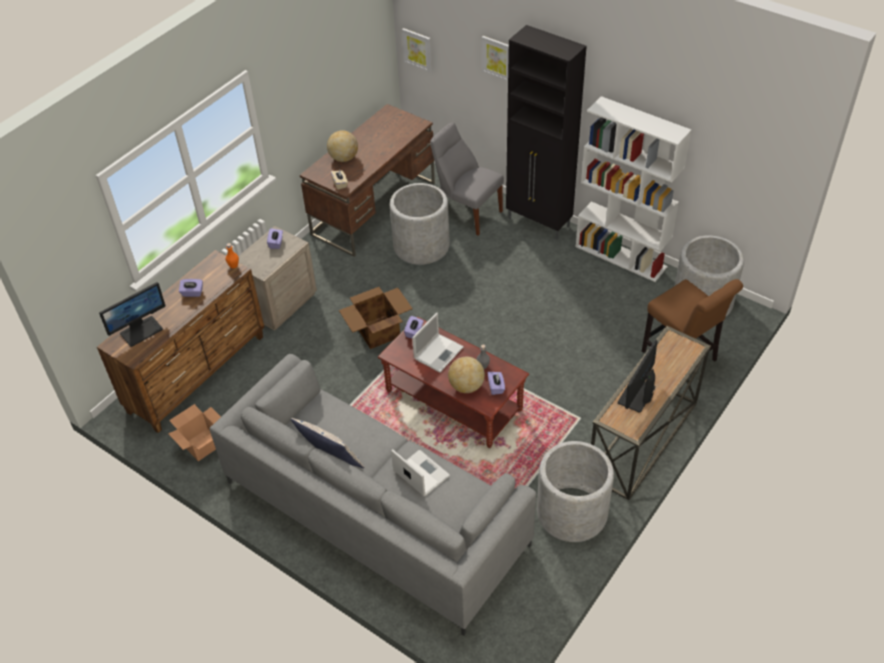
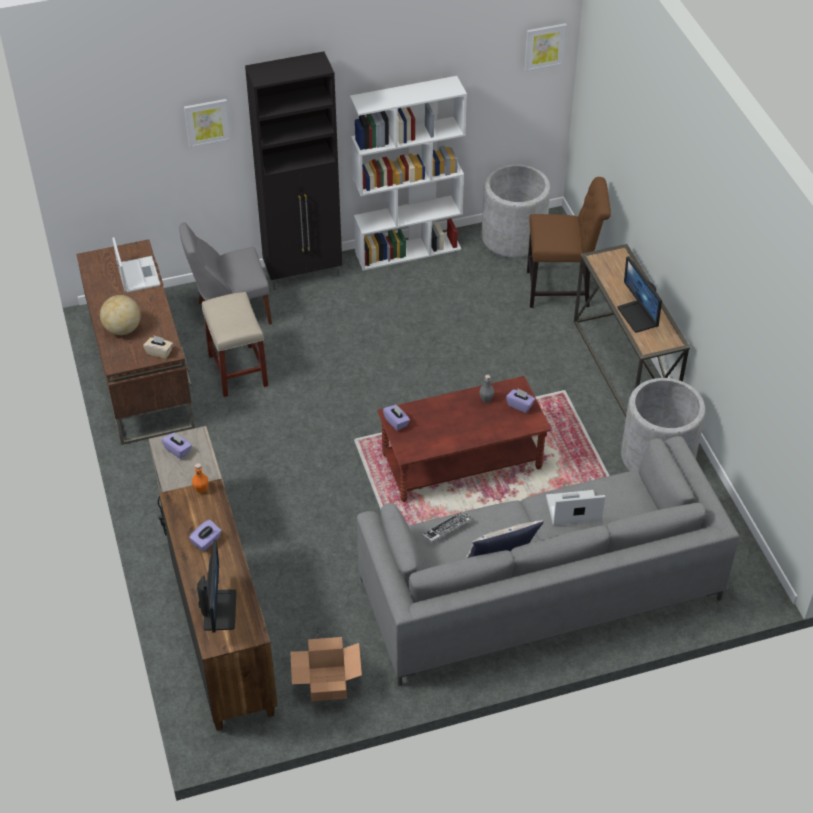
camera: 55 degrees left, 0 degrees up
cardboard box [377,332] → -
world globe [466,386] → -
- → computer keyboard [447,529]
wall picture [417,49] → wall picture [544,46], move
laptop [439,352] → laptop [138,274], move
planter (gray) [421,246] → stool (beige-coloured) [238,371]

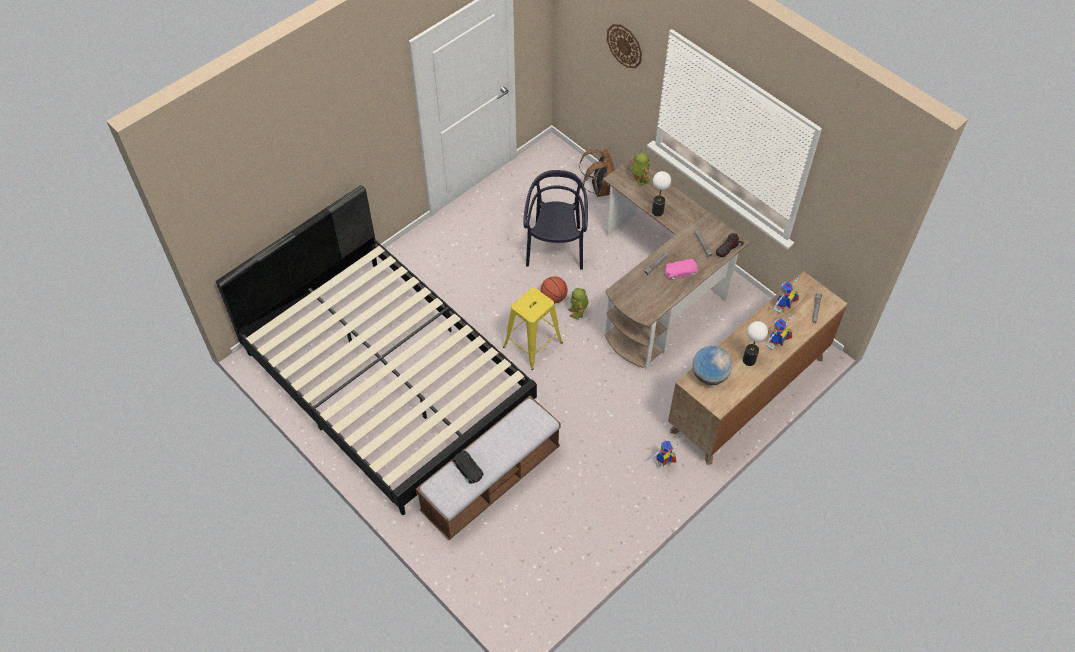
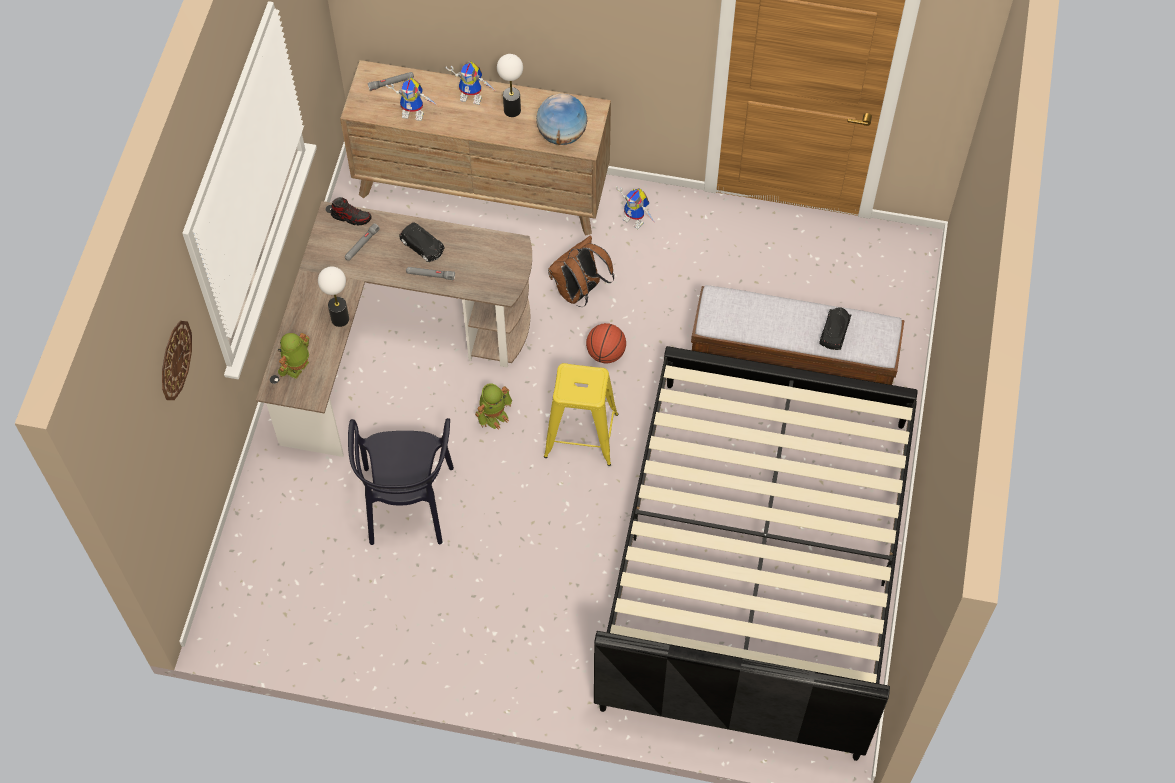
camera: 125 degrees left, 5 degrees up
basketball ball [554,297] → basketball ball [605,353], move
rucksack (brown-coloured) [599,188] → rucksack (brown-coloured) [579,292], move
model car (pink) [680,271] → model car (black) [422,246]
upright chair (black) [556,247] → upright chair (black) [407,503], 60 degrees counterclockwise

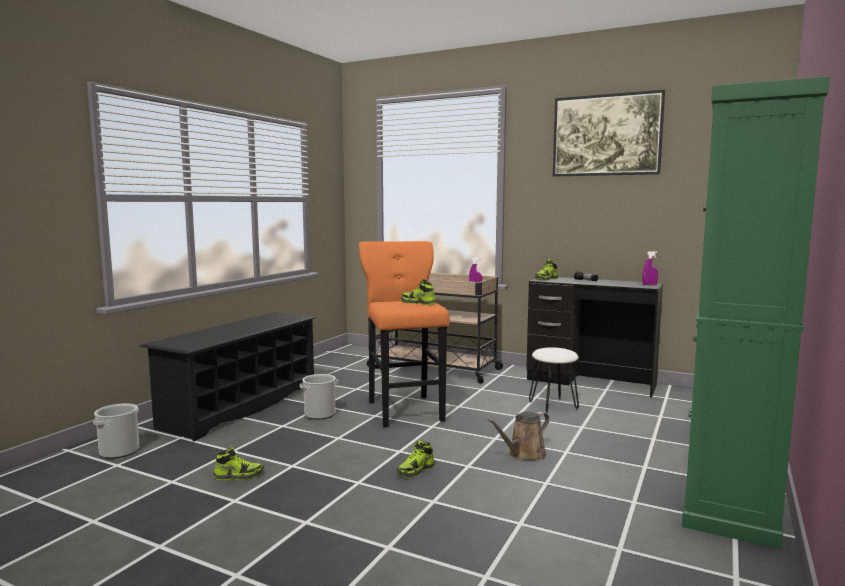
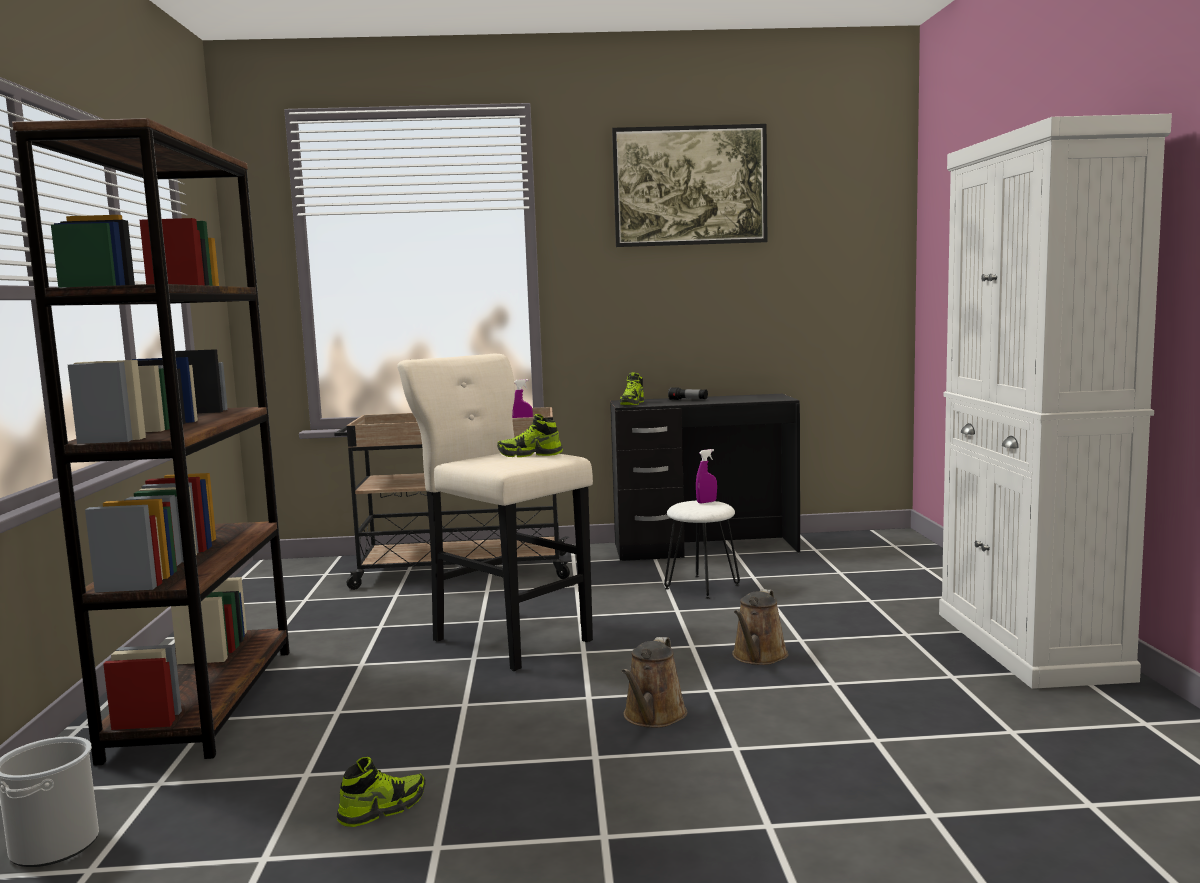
camera: 30 degrees left, 0 degrees up
water bucket [320,414] → -
spray bottle (purplish) [649,285] → spray bottle (purplish) [706,502], move
shoe stand (black) [241,406] → bookshelf (brown-coloured) [204,701]
low shoe [416,471] → watering can (brown-coloured) [653,717]
stool (orangey) [404,409] → stool (beige-coloured) [507,638]
cupboard (green-coloured) [729,498] → cupboard (white) [1029,645]

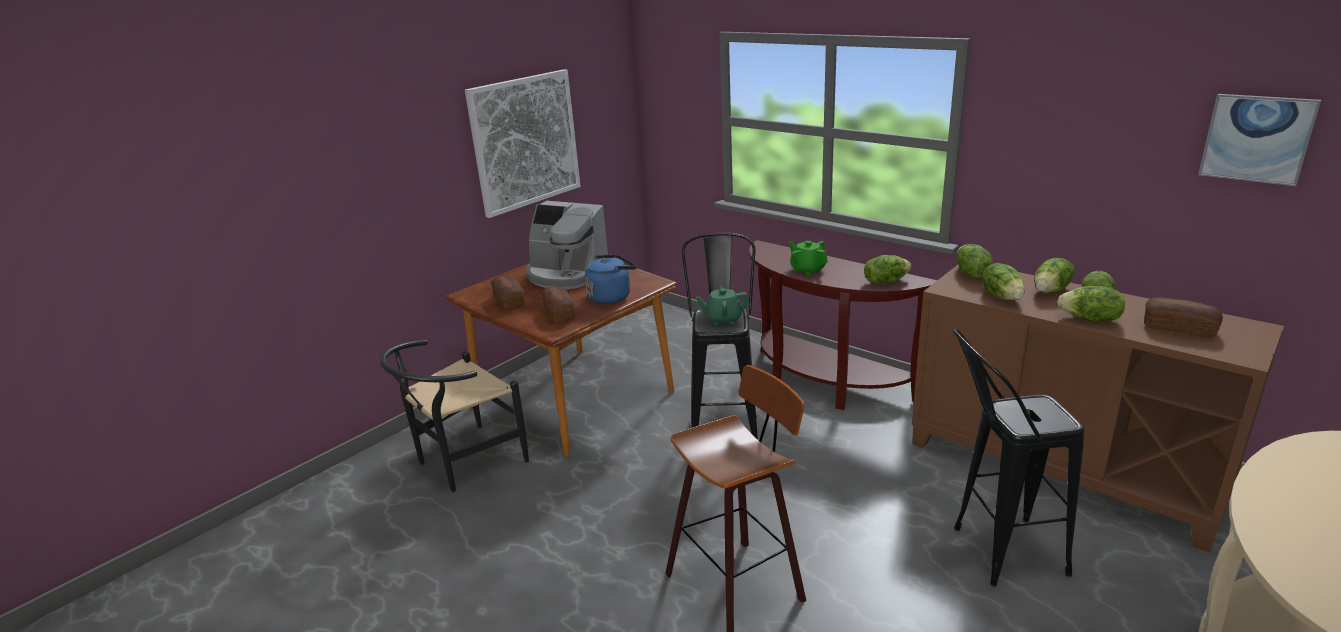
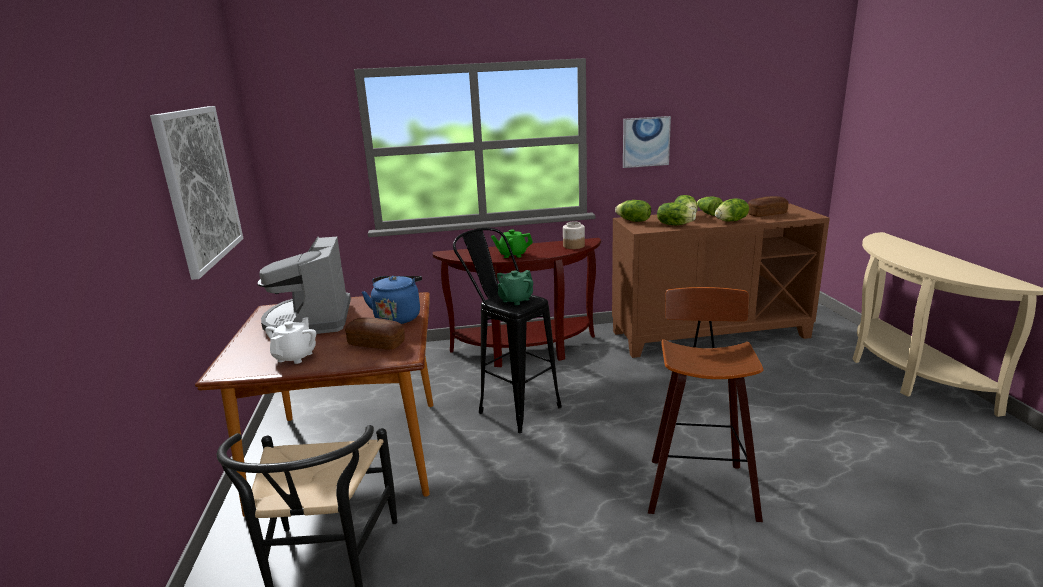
camera: 50 degrees left, 5 degrees down
stool (black) [993,553] → -
wall picture [1257,138] → wall picture [645,142], move
bread [509,300] → pot for tea (white) [295,356]
lettuce [885,281] → jar [573,246]
coffee maker [566,274] → coffee maker [310,320], 105 degrees clockwise

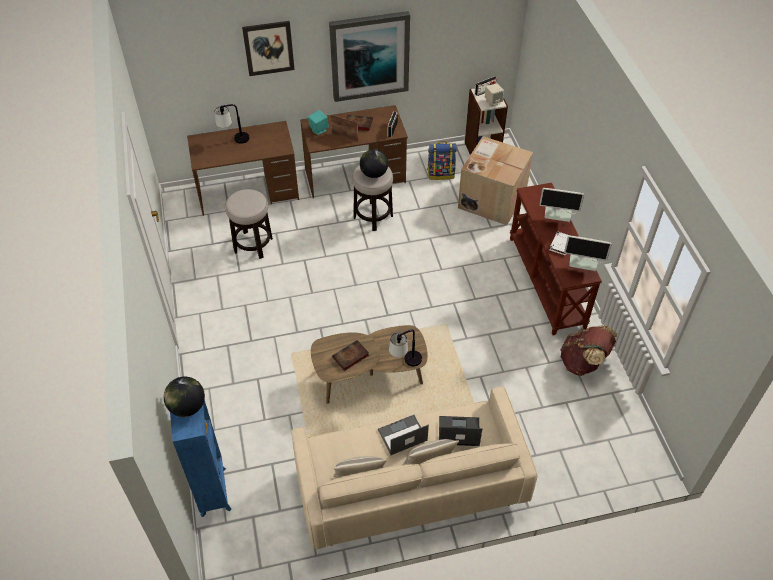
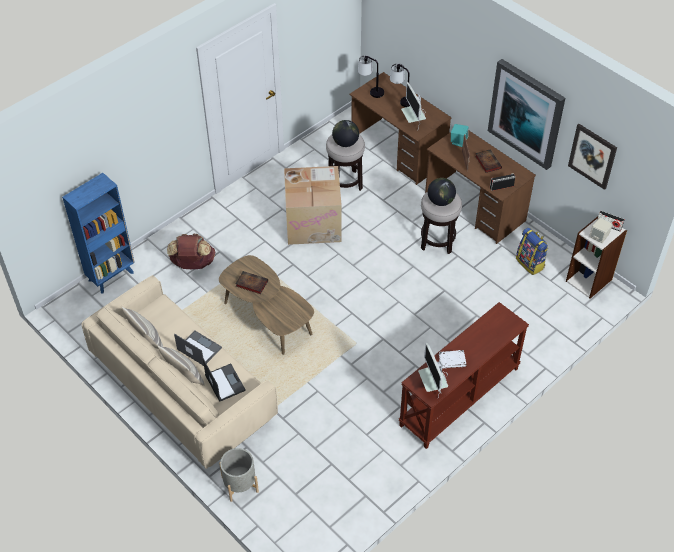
camera: 60 degrees right, 0 degrees up
- → planter (gray) [240,484]
world globe [187,407] → world globe [345,143], move
wall picture [268,48] → wall picture [592,156], move
lamp for a table [405,363] → lamp for a table [370,91], move
cardboard box [491,199] → cardboard box [314,222], move
computer screen [556,221] → computer screen [413,123], move
rucksack (brown-coloured) [583,363] → rucksack (brown-coloured) [193,264], move

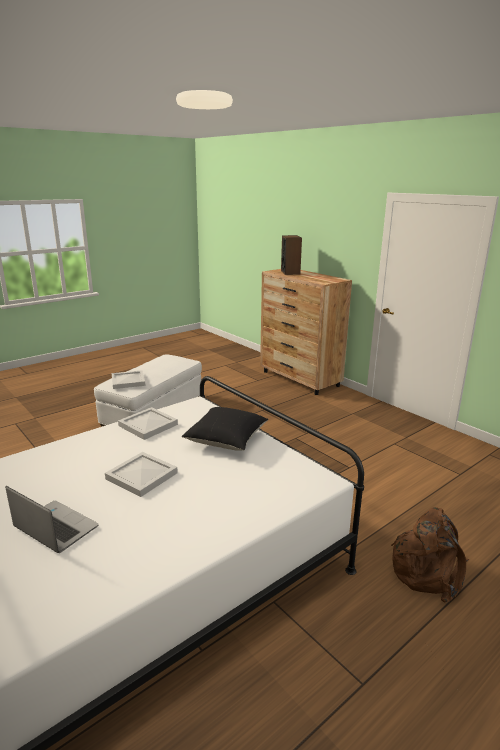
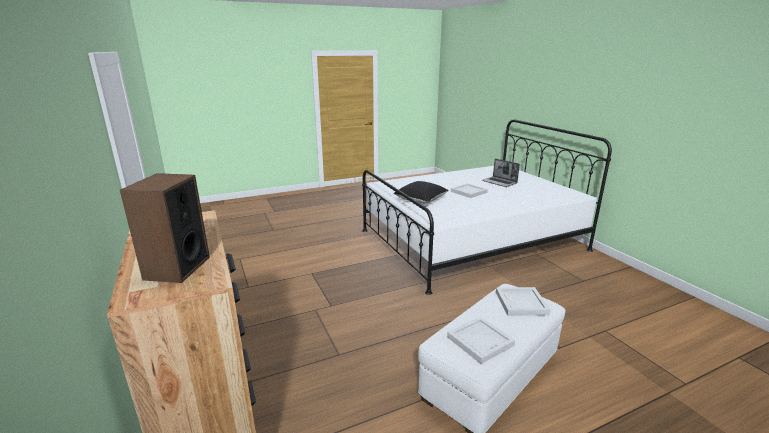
camera: 165 degrees left, 0 degrees up
rucksack (brown-coloured) [428,571] → -
tray (white) [148,424] → tray (white) [480,342], move

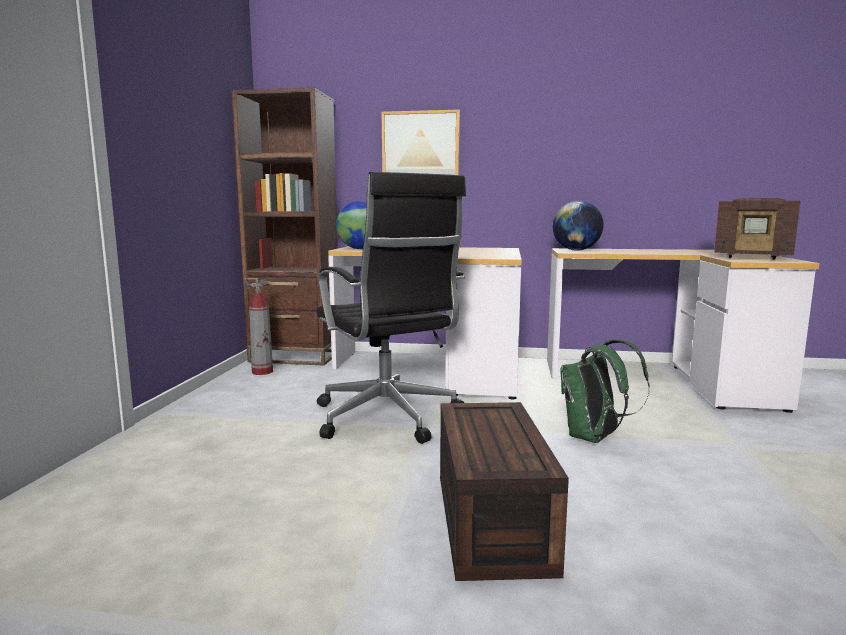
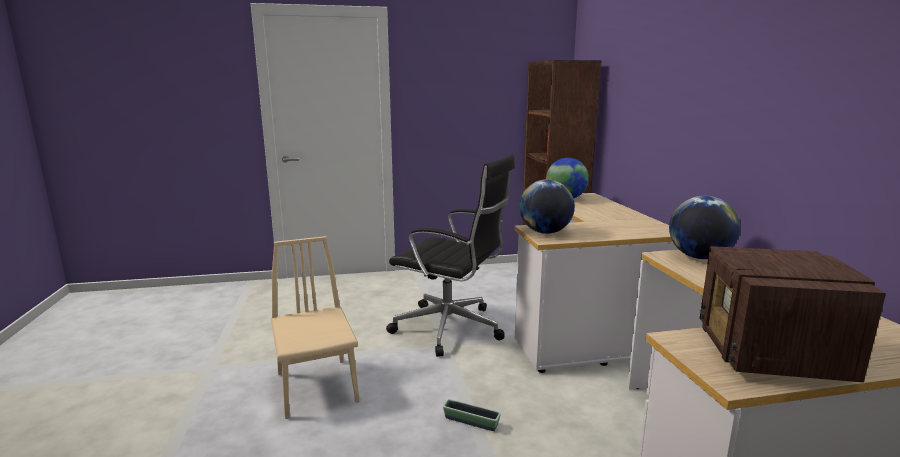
camera: 70 degrees right, 5 degrees up
fire extinguisher [262,372] → -
wall picture [420,151] → -
- → world globe [545,232]
storage container (brown-coloured) [488,519] → upright chair (beige-coloured) [316,387]
rucksack (green-coloured) [595,438] → planter [471,422]
computer chair (black) [388,418] → computer chair (black) [451,329], 105 degrees counterclockwise

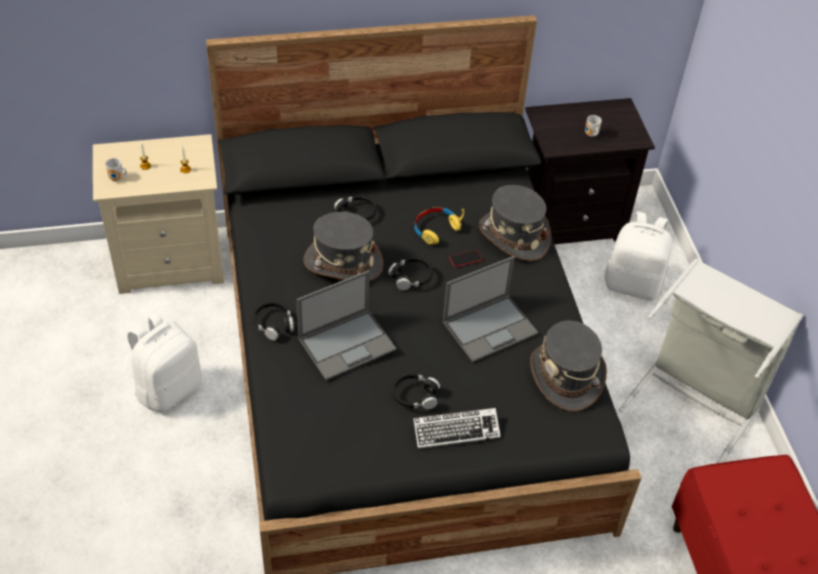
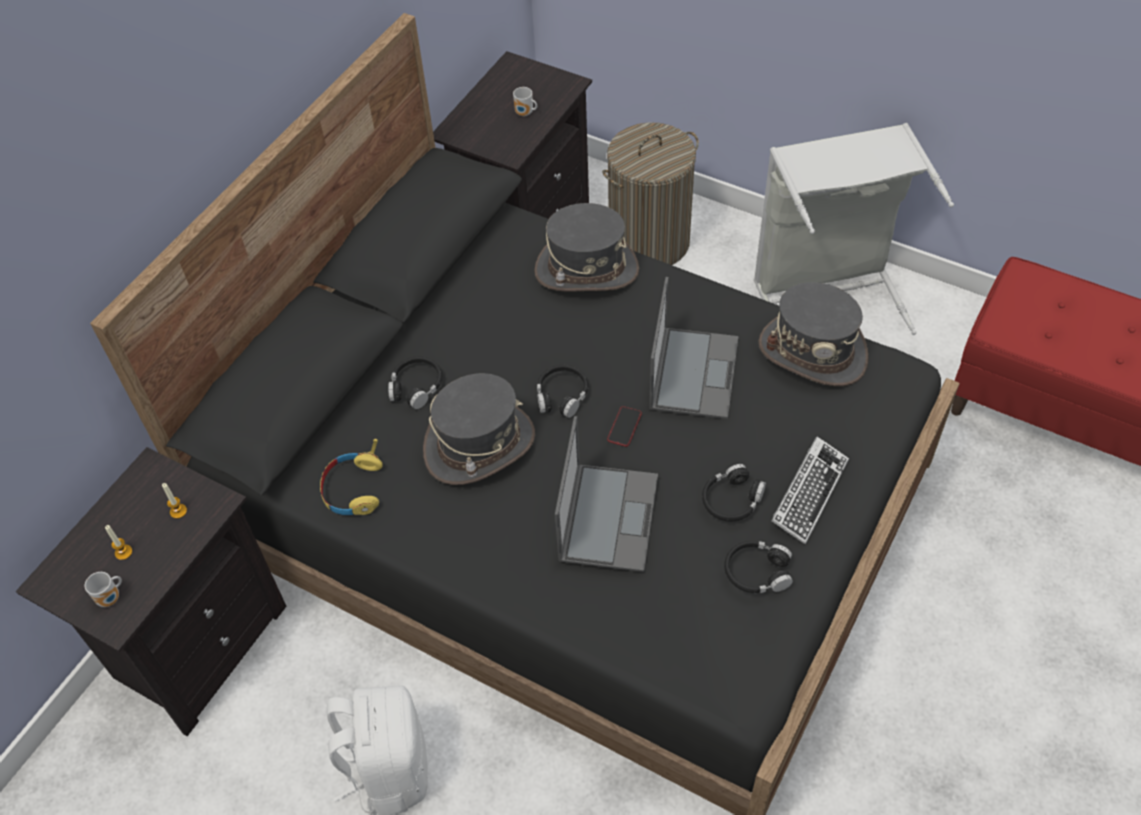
camera: 45 degrees left, 5 degrees up
headphones (black) [273,324] → headphones (black) [757,572], move
headphones (yellowish) [435,229] → headphones (yellowish) [353,489], move
handset [465,259] → handset [624,427], move
rucksack (white) [633,284] → washing basket [649,241]
bedside table (beige-coloured) [171,262] → bedside table (black) [197,644]

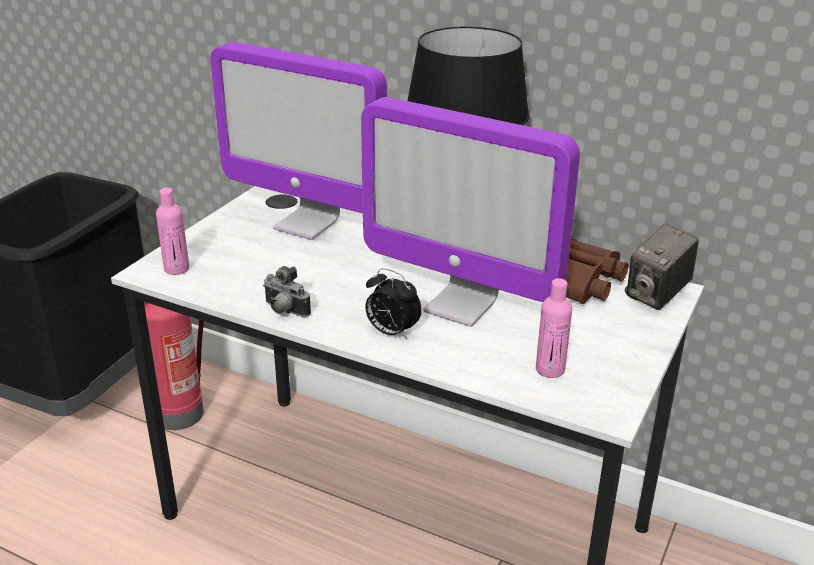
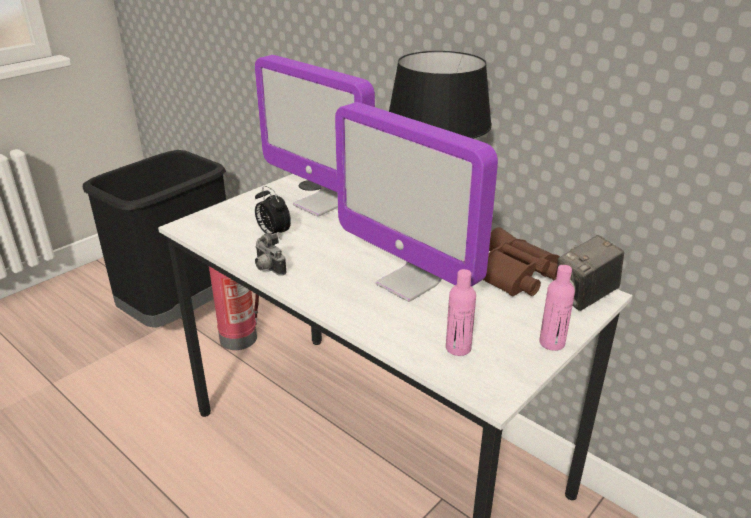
camera: 15 degrees right, 0 degrees up
drink bottle (pink) [176,269] → drink bottle (pink) [552,343], move
bedside clock [391,332] → bedside clock [273,234], move

